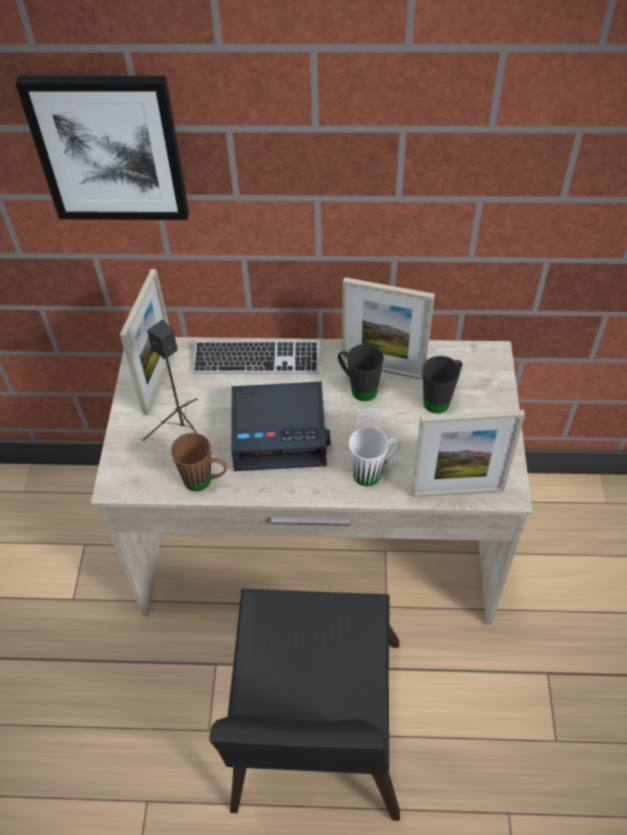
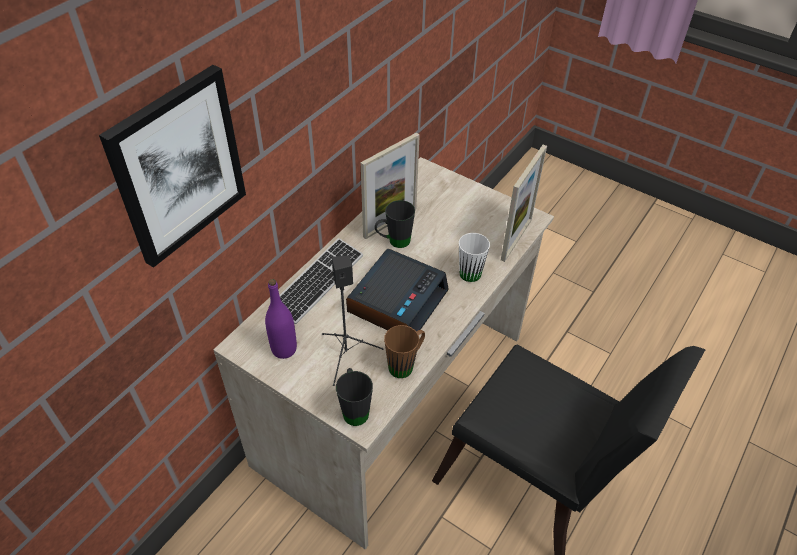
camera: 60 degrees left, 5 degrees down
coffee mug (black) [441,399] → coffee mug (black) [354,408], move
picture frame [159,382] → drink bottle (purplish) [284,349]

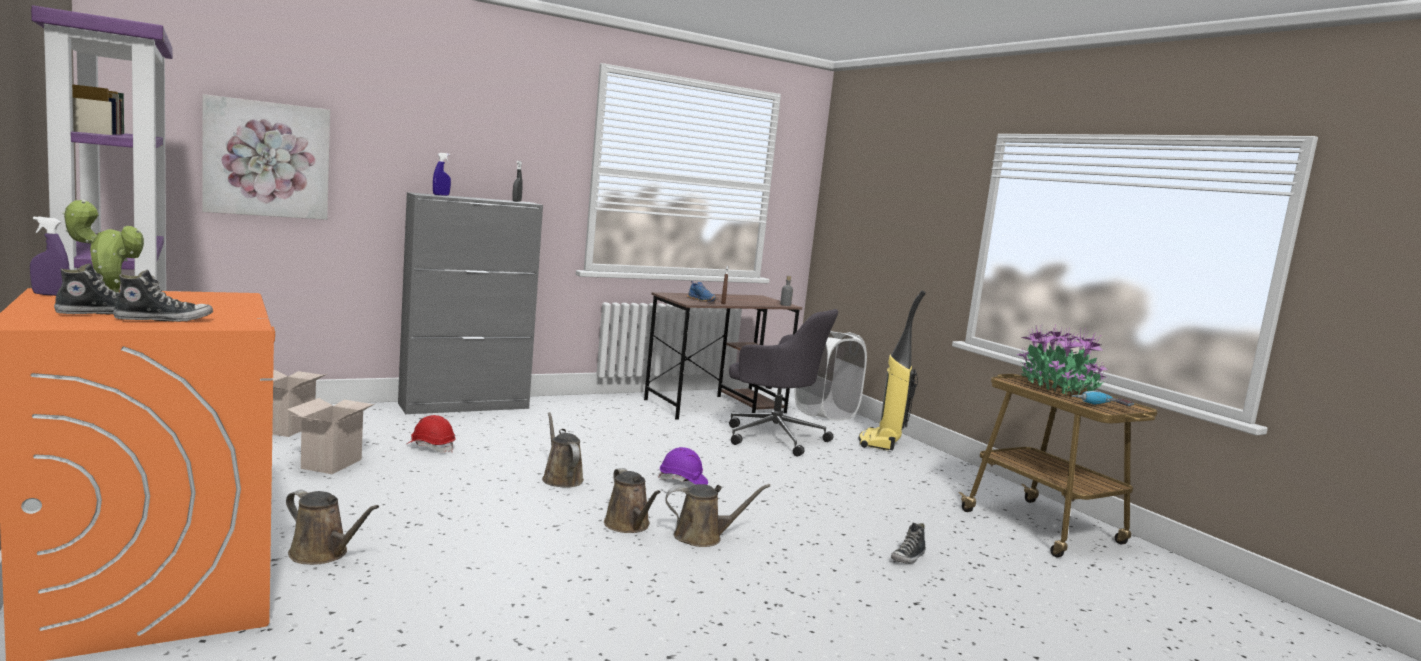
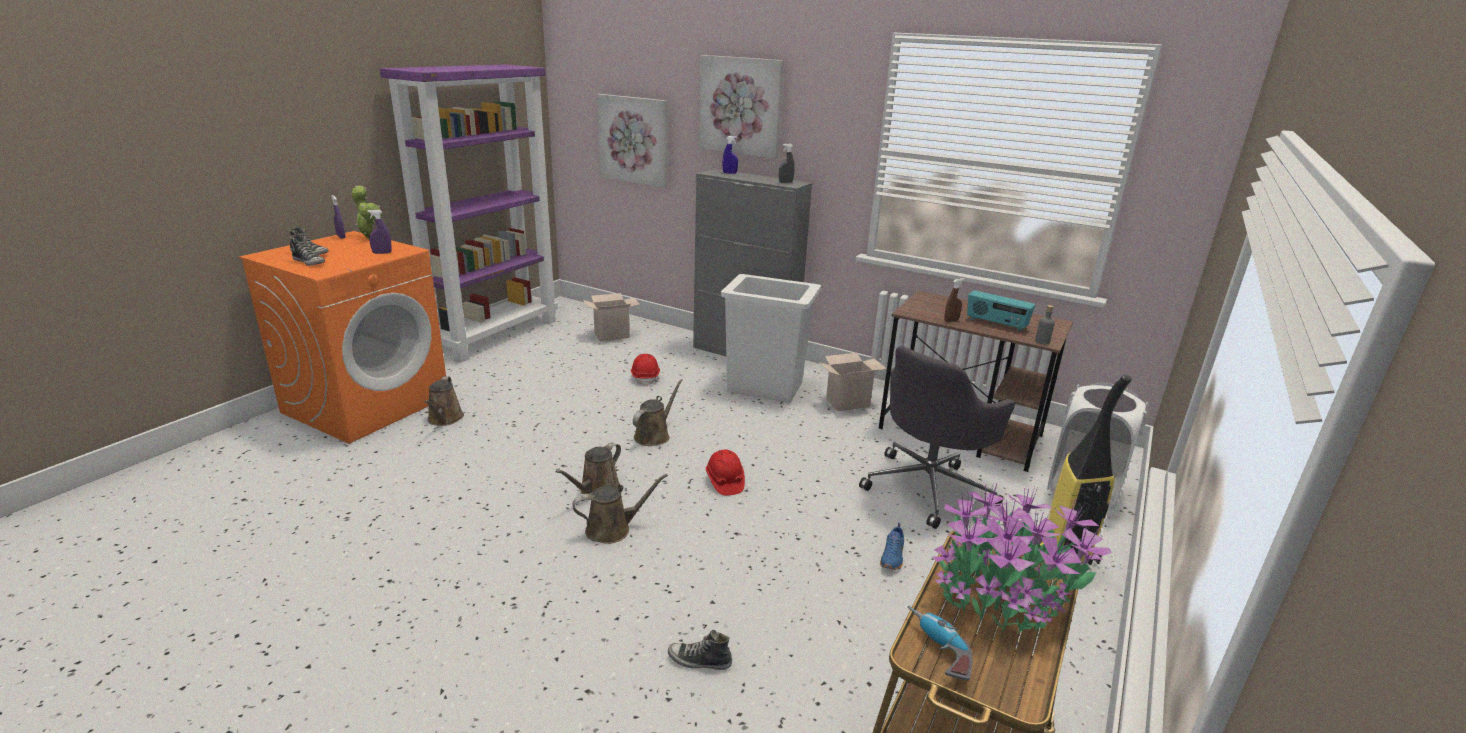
camera: 60 degrees right, 15 degrees up
- → spray bottle (purplish) [382,253]
- → wall picture [740,106]
- → trash can (white) [765,387]
- → radio [996,324]
cardboard box [331,463] → cardboard box [848,402], move
low shoe (blue) [702,300] → low shoe (blue) [893,557], move
hard hat (purplish) [683,481] → hard hat (red-coloured) [724,482]
watering can (brown-coloured) [703,537] → watering can (brown-coloured) [612,529], 75 degrees counterclockwise
computer chair (gray) [773,437] → computer chair (gray) [929,487], 45 degrees clockwise

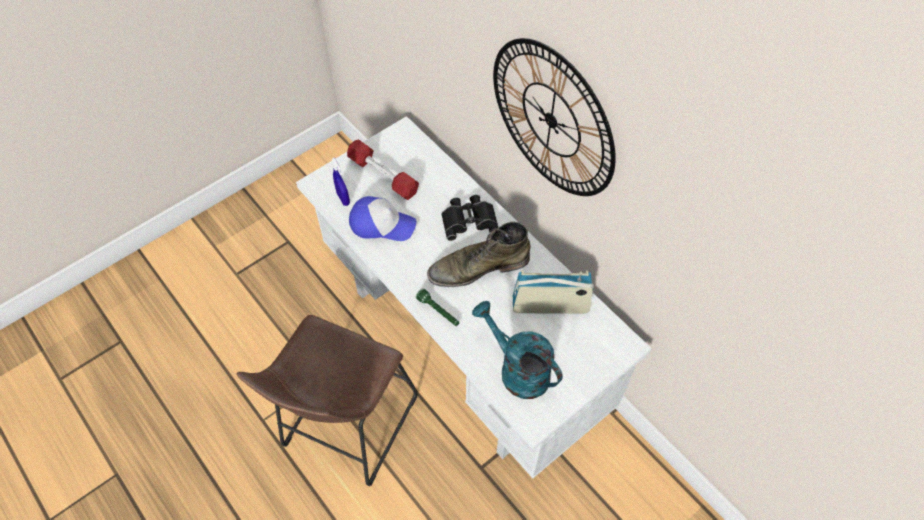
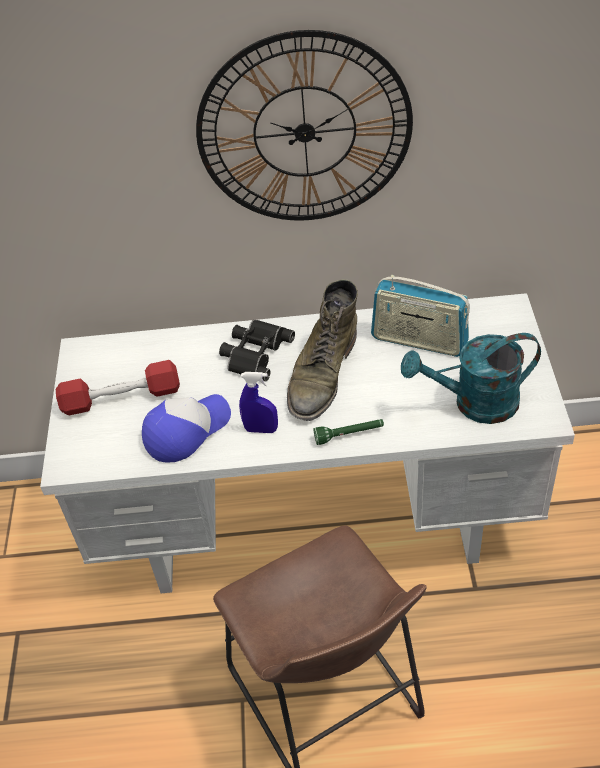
camera: 50 degrees left, 10 degrees down
spray bottle (blue) [343,198] → spray bottle (blue) [261,429], move
radio [550,305] → radio [419,340], 105 degrees counterclockwise

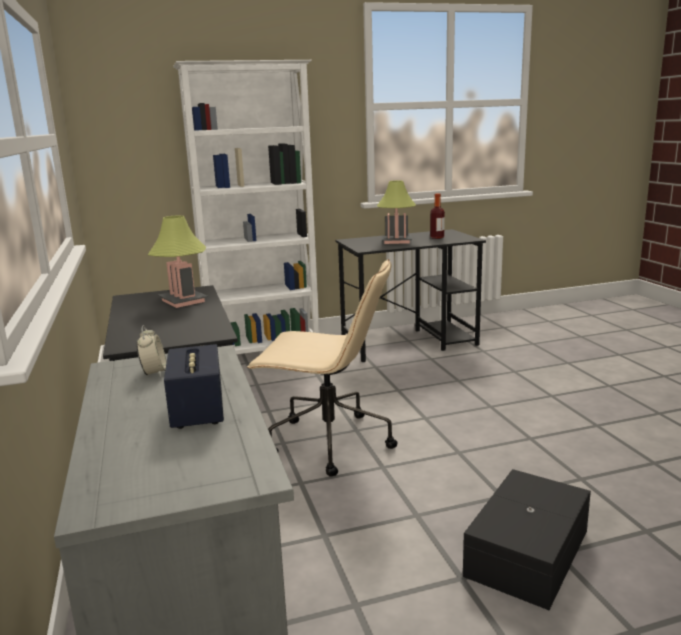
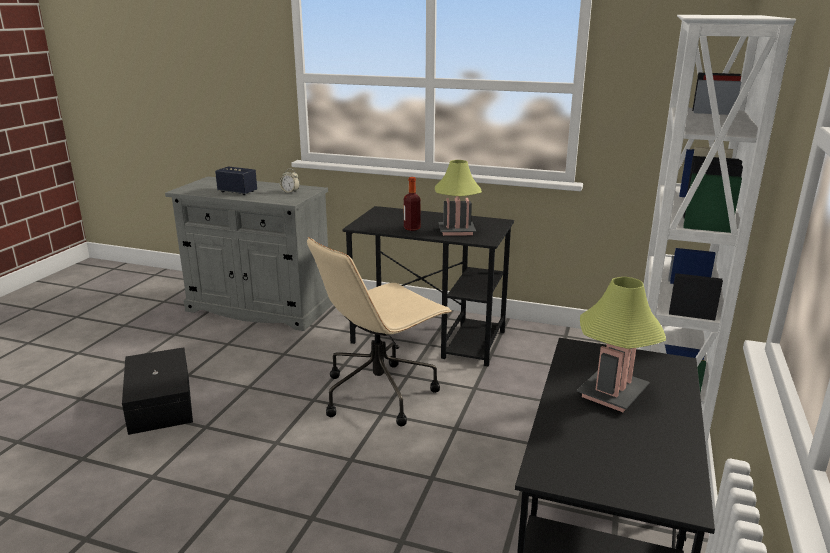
camera: 125 degrees right, 5 degrees up
drink bottle [437,237] → drink bottle [412,228], move

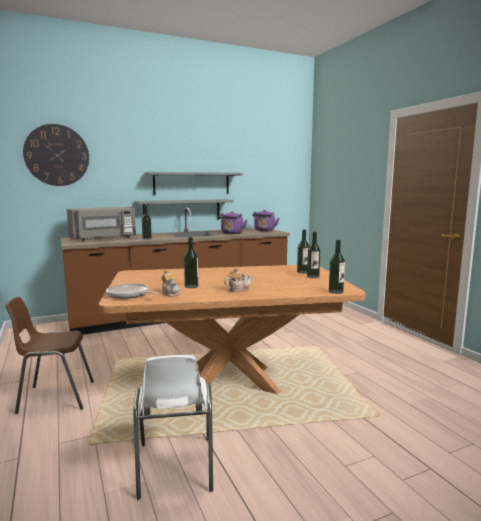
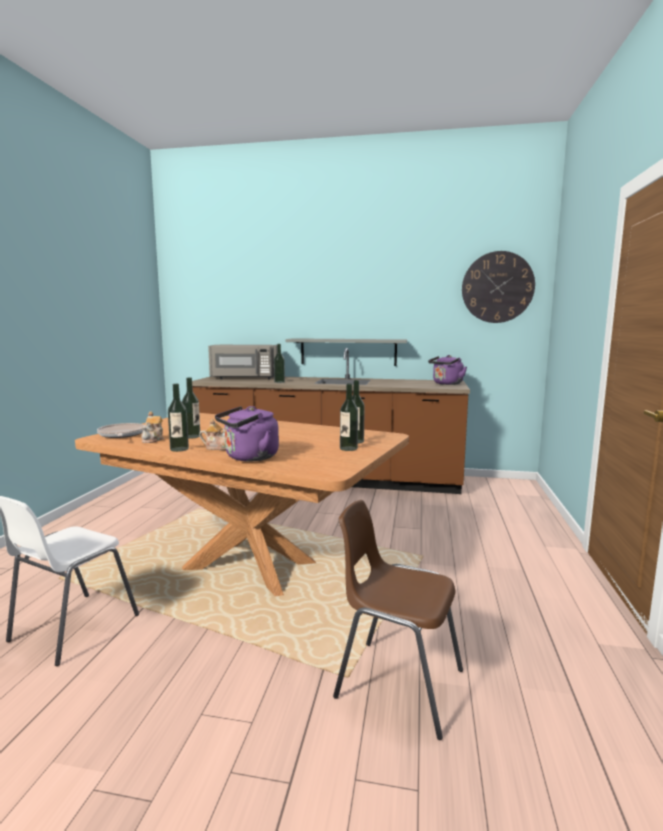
camera: 35 degrees right, 0 degrees up
shelf (gray) [192,183] → -
upright chair (brown-coloured) [54,397] → upright chair (brown-coloured) [396,683], move
hanging clock [57,155] → hanging clock [497,287], move
water kettle (purplish) [231,233] → water kettle (purplish) [249,457], move
drink bottle [336,292] → drink bottle [179,449], move

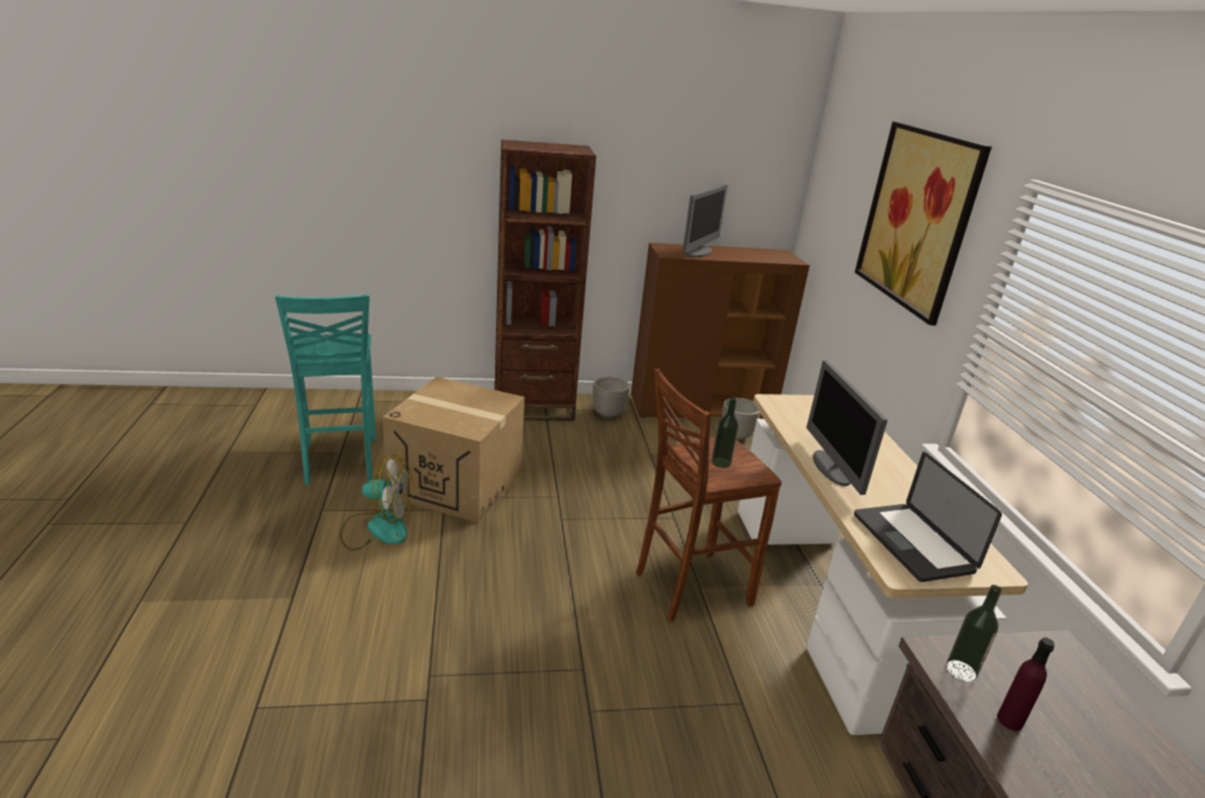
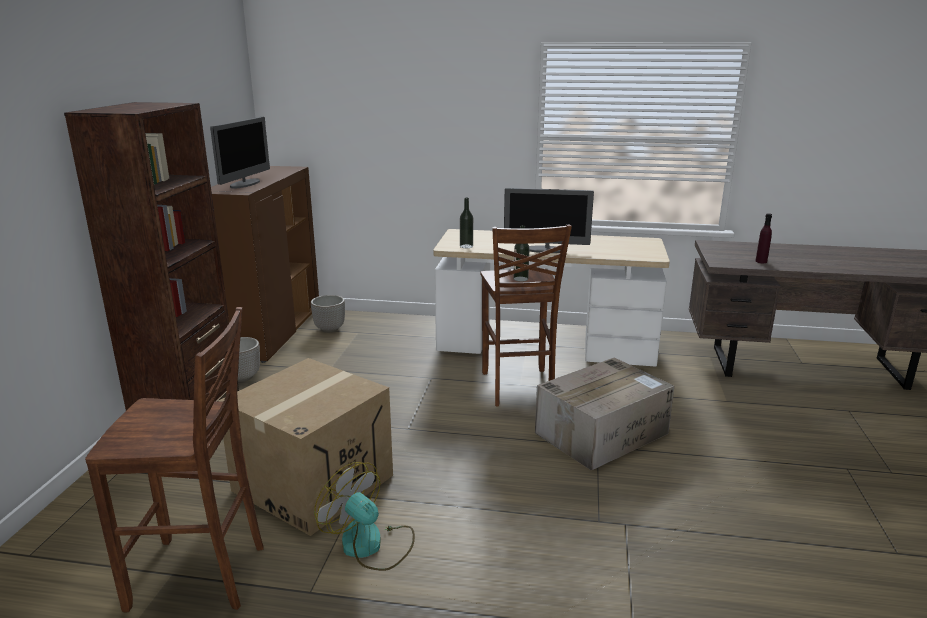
camera: 70 degrees left, 5 degrees down
laptop [912,543] → -
wall picture [917,219] → -
- → cardboard box [602,432]
drink bottle [961,671] → drink bottle [466,246], move
stool (turquoise) [339,462] → stool (brown-coloured) [201,576]
cooling fan [377,528] → cooling fan [370,545], 75 degrees counterclockwise
computer screen [699,252] → computer screen [245,184], 60 degrees clockwise

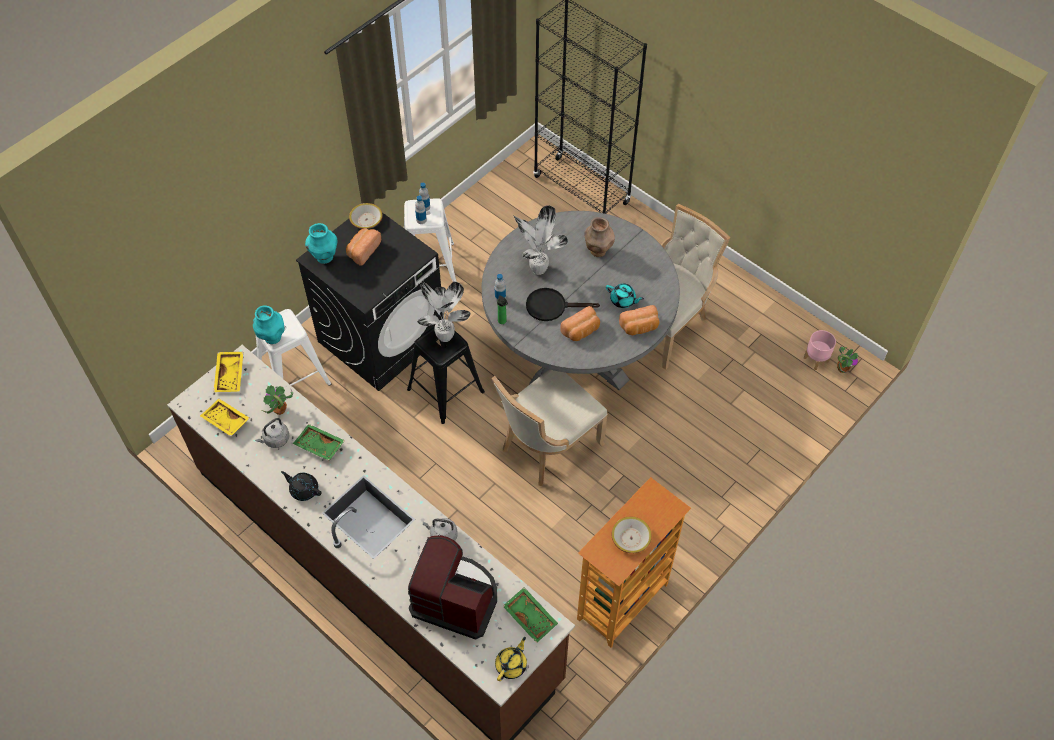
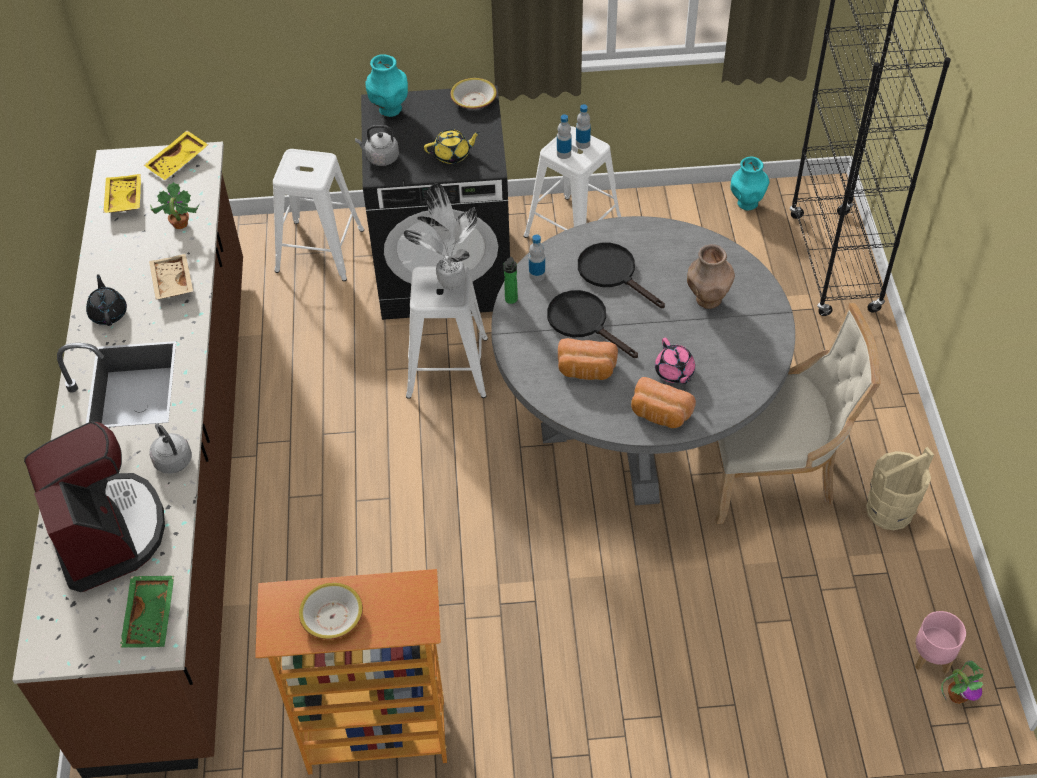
camera: 45 degrees right, 5 degrees down
bread [363,251] → -
upright chair (beige-coloured) [547,446] → -
- → water bucket (beige-coloured) [889,510]
decorative vase (turquoise) [272,338] → decorative vase (turquoise) [746,203], move
water kettle (gray) [275,440] → water kettle (gray) [380,158], move
pot for tea (yellowish) [511,665] → pot for tea (yellowish) [452,155], move
houseplant [537,269] → pan (black) [613,273]
tray (green-coloured) [319,446] → tray (beige-coloured) [171,283]
stool (black) [446,390] → stool (white) [448,367]
pot for tea (turquoise) [623,300] → pot for tea (pink) [674,372]

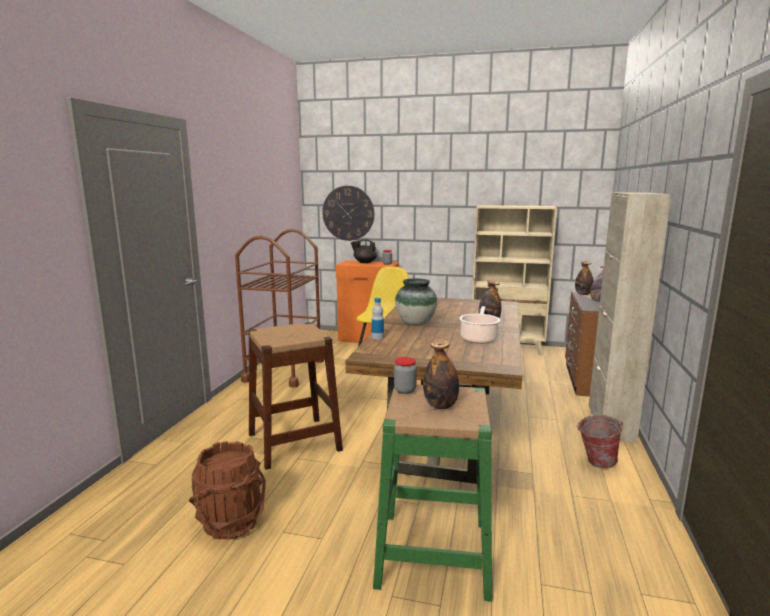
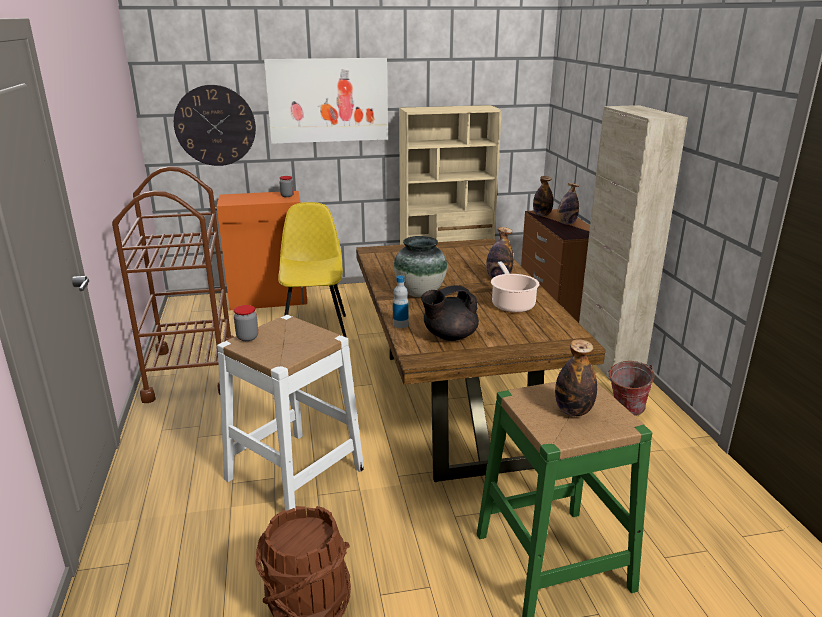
camera: 25 degrees left, 10 degrees up
- → wall picture [328,100]
pot for tea (black) [364,262] → pot for tea (black) [449,336], move
jar [405,390] → jar [247,337], move
stool (brown-coloured) [294,442] → stool (white) [294,474]

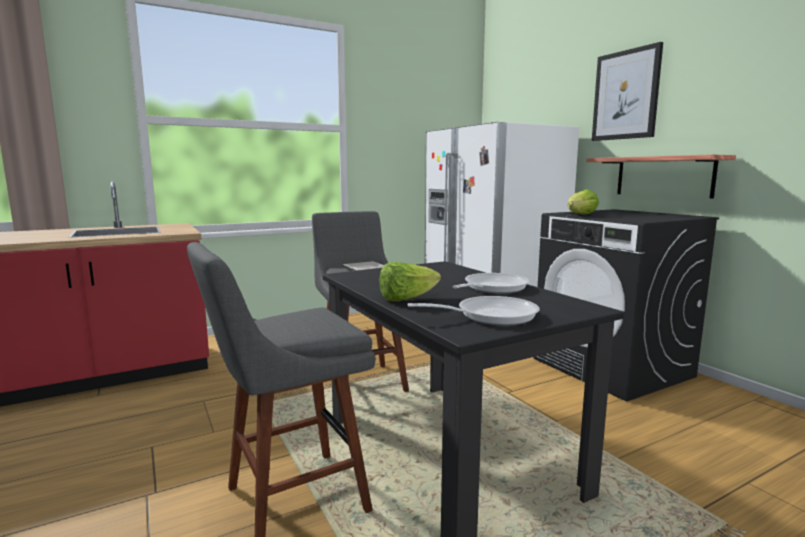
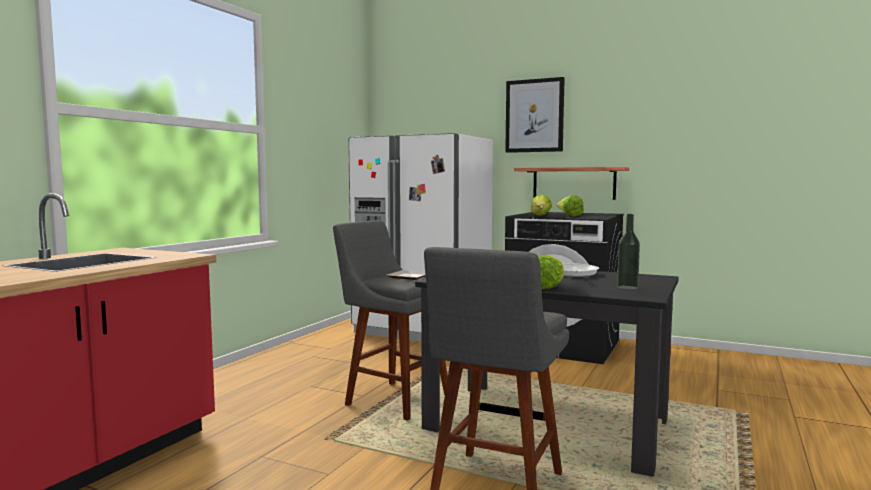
camera: 35 degrees left, 5 degrees down
- → lettuce [569,216]
pan [489,316] → drink bottle [627,287]

